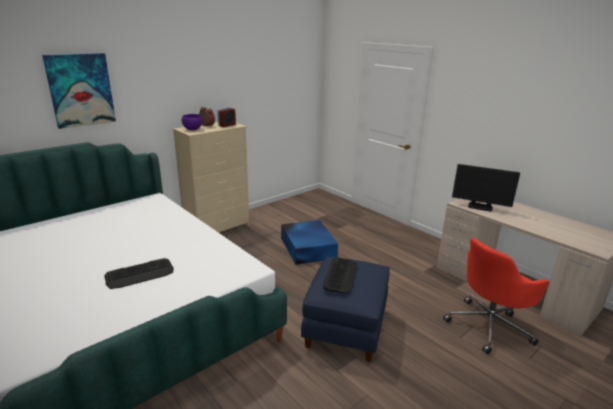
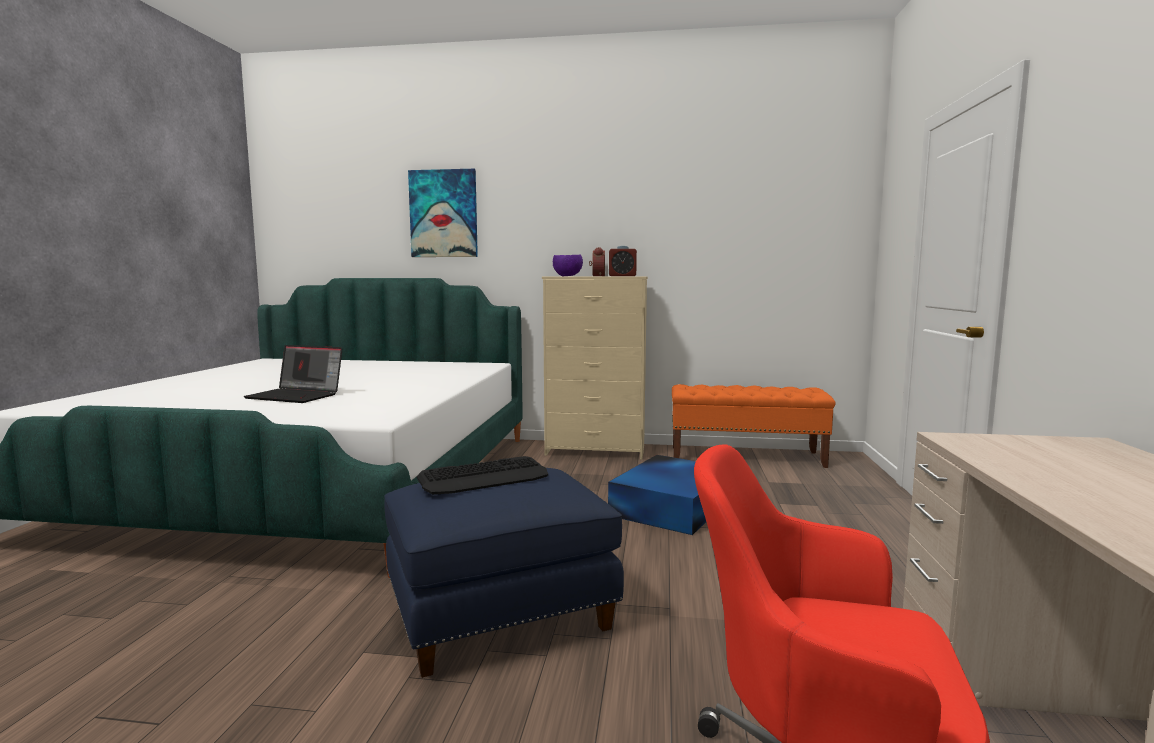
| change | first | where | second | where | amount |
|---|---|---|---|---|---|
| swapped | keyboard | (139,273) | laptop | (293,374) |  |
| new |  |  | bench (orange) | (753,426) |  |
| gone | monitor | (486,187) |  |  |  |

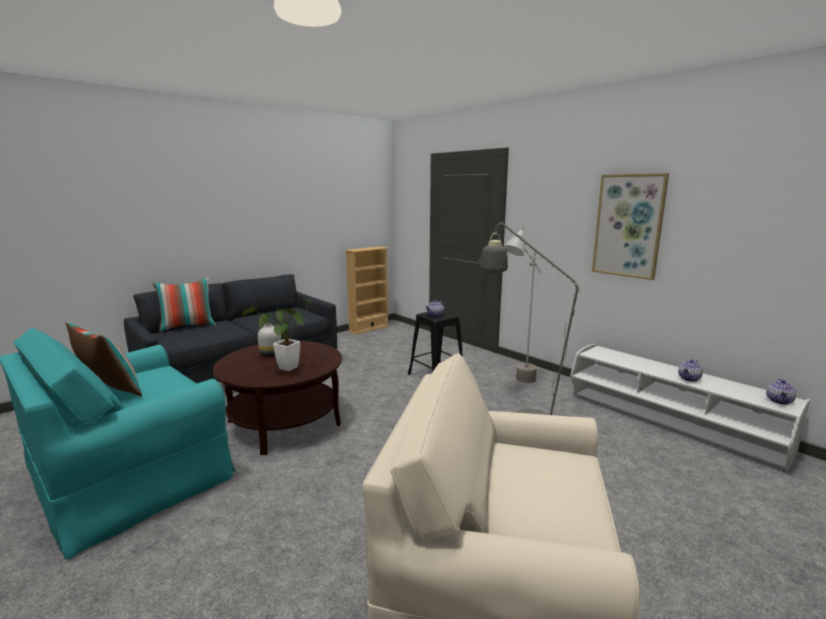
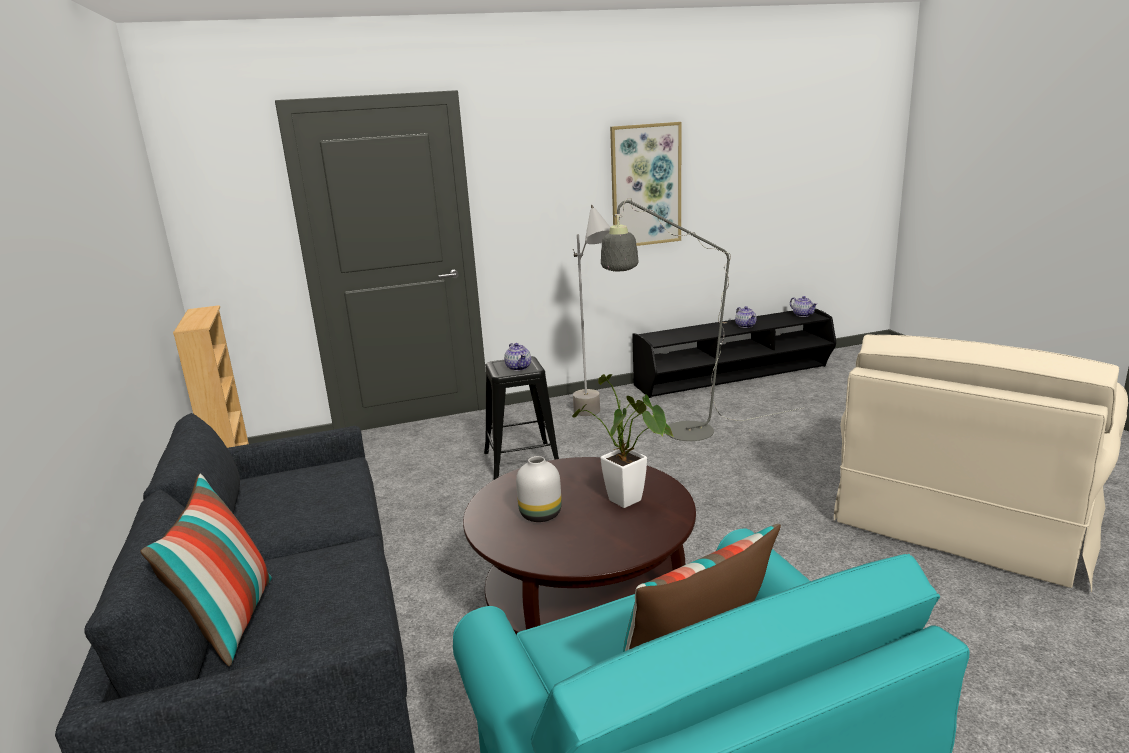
| change | first | where | second | where | amount |
|---|---|---|---|---|---|
| repainted | tv stand (white) | (690,407) | tv stand (black) | (734,353) |  |

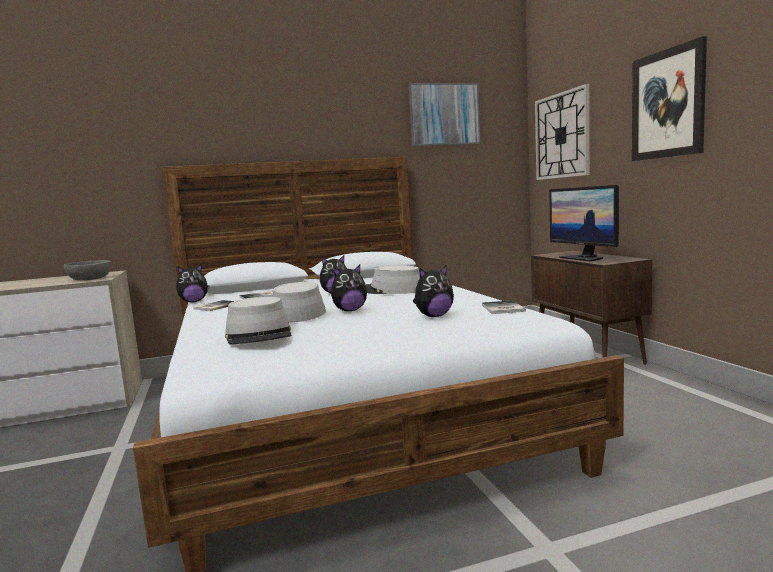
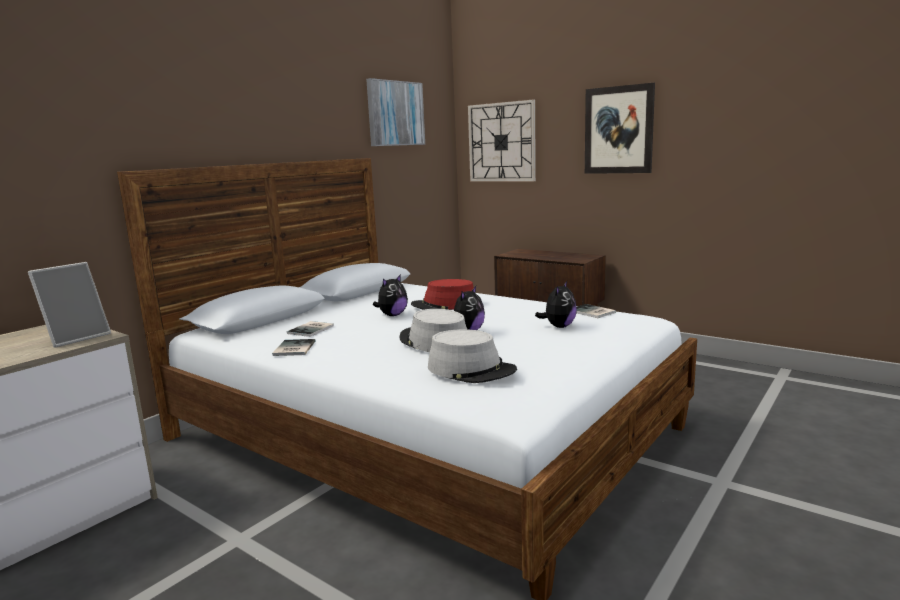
| change | first | where | second | where | amount |
|---|---|---|---|---|---|
| swapped | bowl (grey) | (87,270) | picture frame | (69,305) |  |
| repainted | hat (grey) | (392,279) | hat (red) | (442,294) |  |
| gone | plush toy | (192,283) |  |  |  |
| gone | monitor | (584,223) |  |  |  |

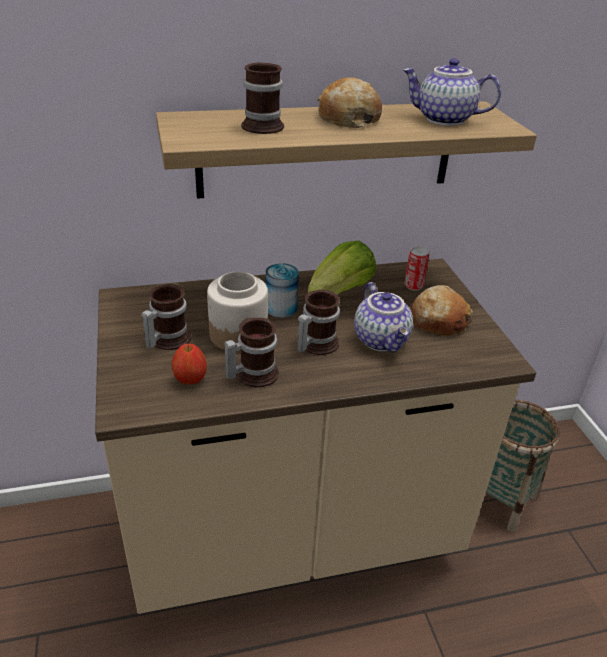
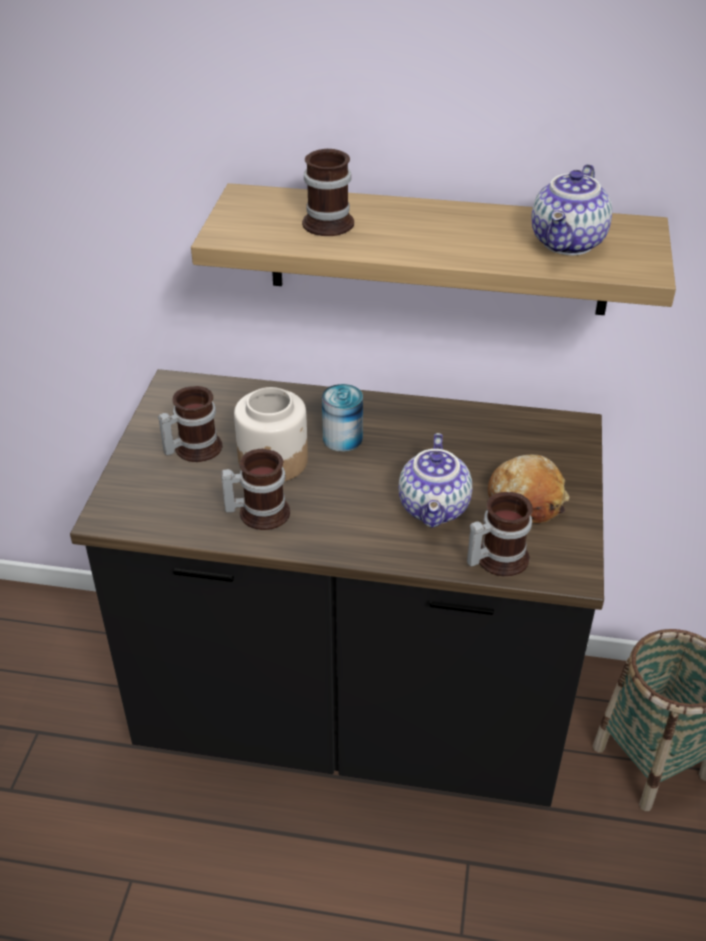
| change | first | where | second | where | amount |
|---|---|---|---|---|---|
| repainted | counter (beige) | (315,436) | counter (black) | (337,588) |  |
| shifted | mug | (318,322) |  | (500,534) |  |
| rotated | teapot | (452,92) |  | (571,209) | 105 degrees counterclockwise |
| gone | apple | (189,363) |  |  |  |
| gone | lettuce | (342,267) |  |  |  |
| gone | bread | (349,102) |  |  |  |
| gone | can | (417,269) |  |  |  |

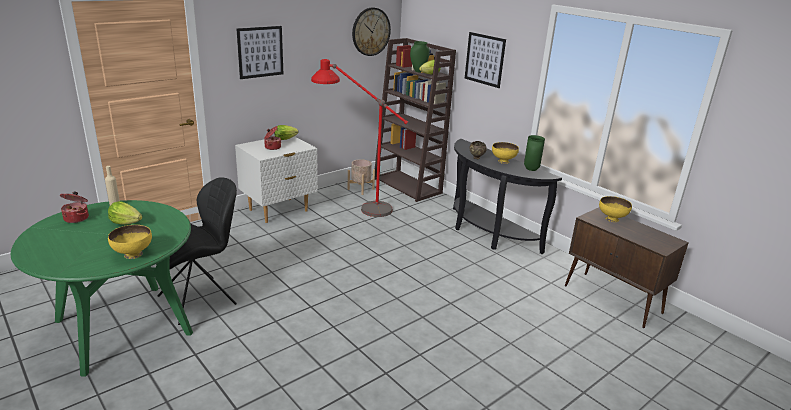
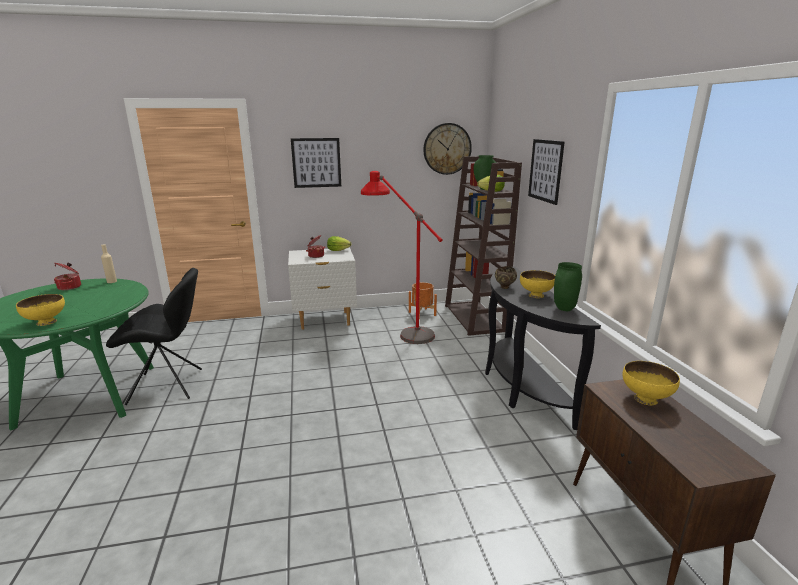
| change | first | where | second | where | amount |
|---|---|---|---|---|---|
| repainted | planter (beige) | (361,177) | planter (orange) | (423,300) |  |
| gone | lettuce | (125,213) |  |  |  |

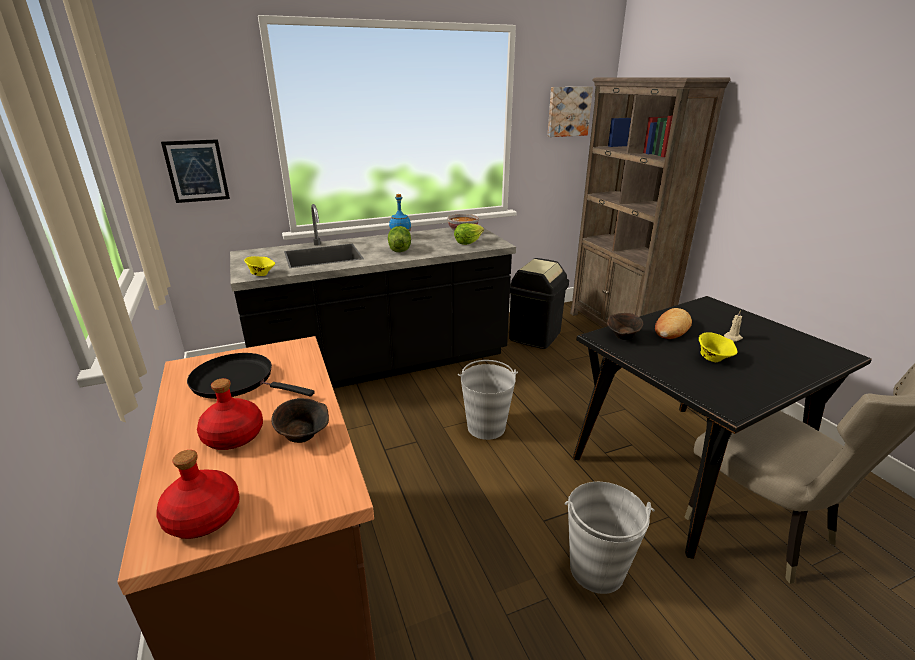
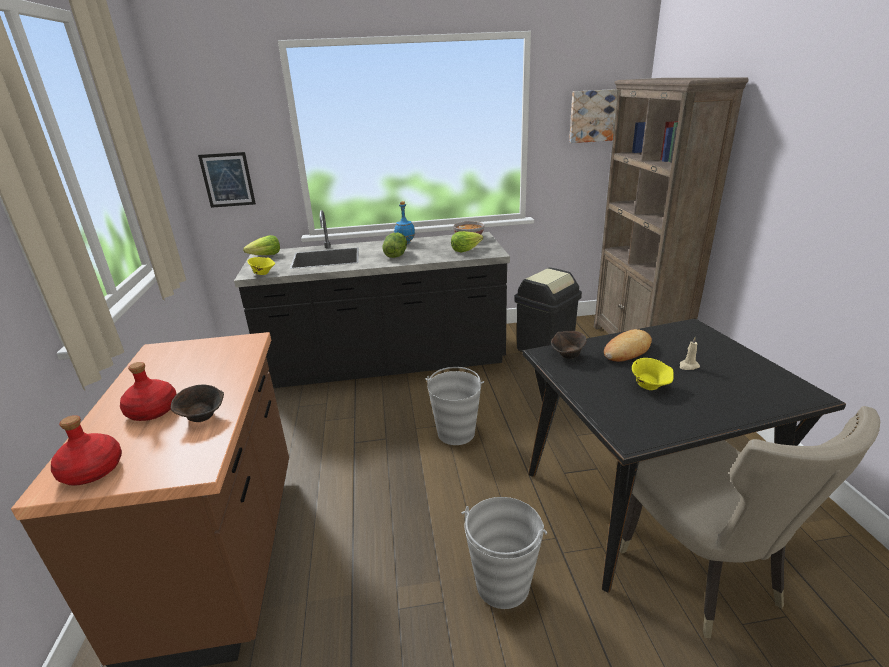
| change | first | where | second | where | amount |
|---|---|---|---|---|---|
| new |  |  | lettuce | (261,245) |  |
| gone | frying pan (black) | (251,376) |  |  |  |

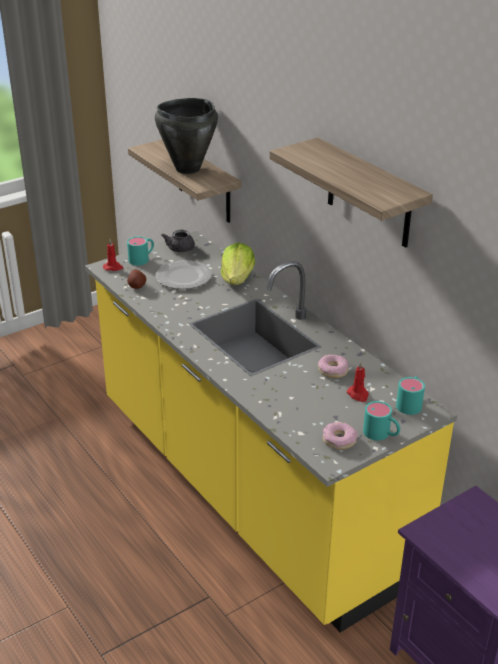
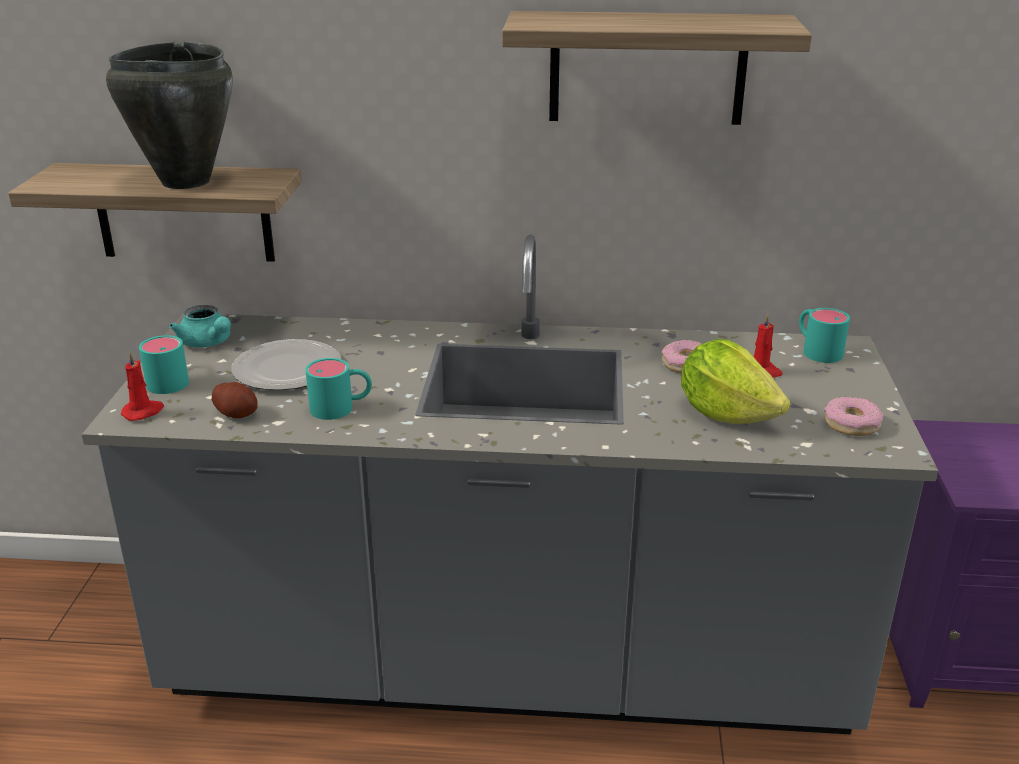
| change | first | where | second | where | amount |
|---|---|---|---|---|---|
| repainted | counter (yellow) | (271,432) | counter (grey) | (510,485) |  |
| repainted | teapot (grey) | (178,241) | teapot (turquoise) | (200,326) |  |
| shifted | mug (turquoise) | (381,420) |  | (338,389) |  |
| shifted | lettuce | (238,264) |  | (735,381) |  |

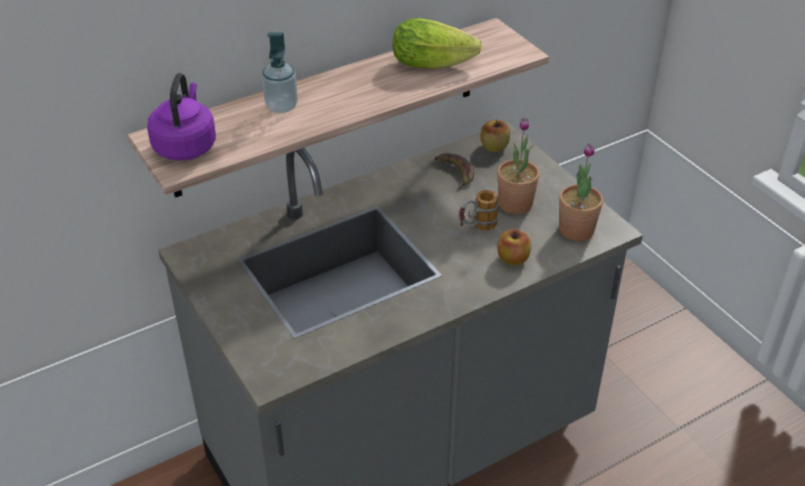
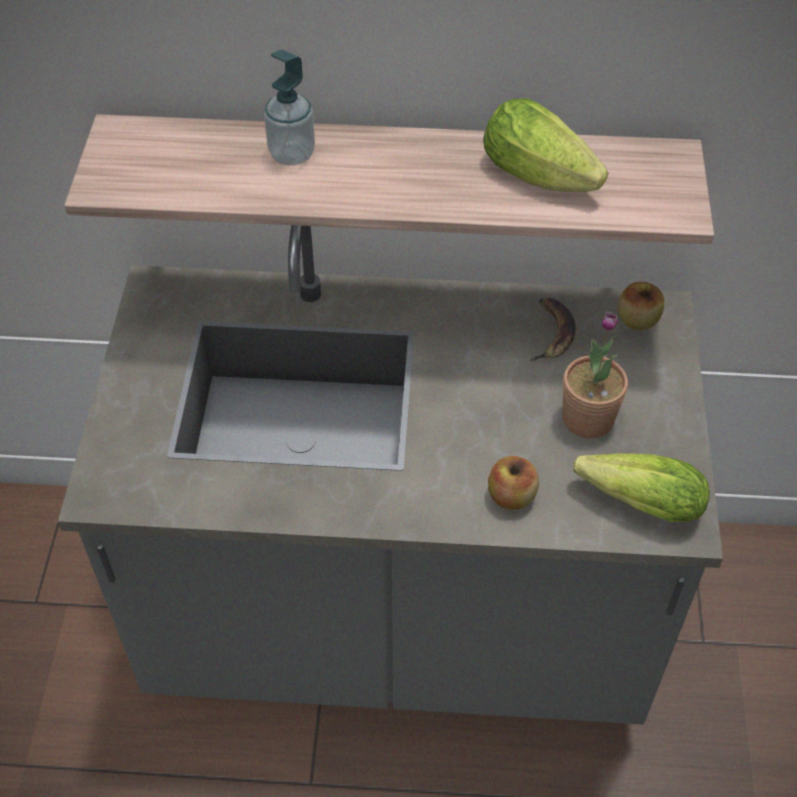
| change | first | where | second | where | amount |
|---|---|---|---|---|---|
| swapped | potted plant | (581,192) | lettuce | (641,487) |  |
| gone | kettle (purple) | (181,117) |  |  |  |
| gone | mug | (479,210) |  |  |  |

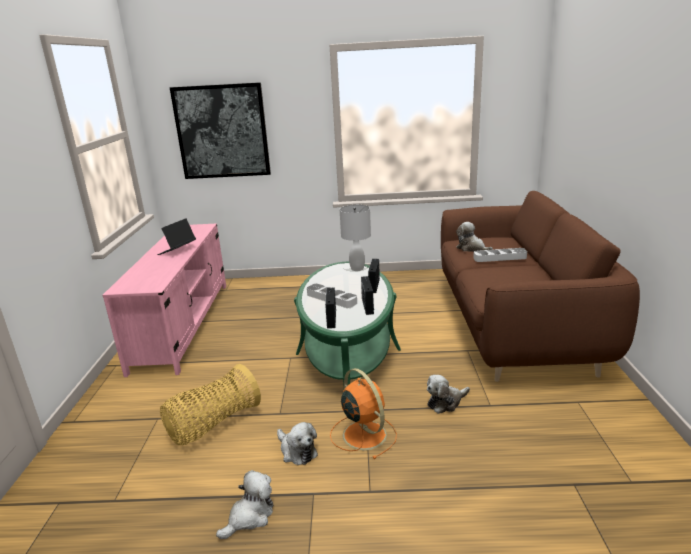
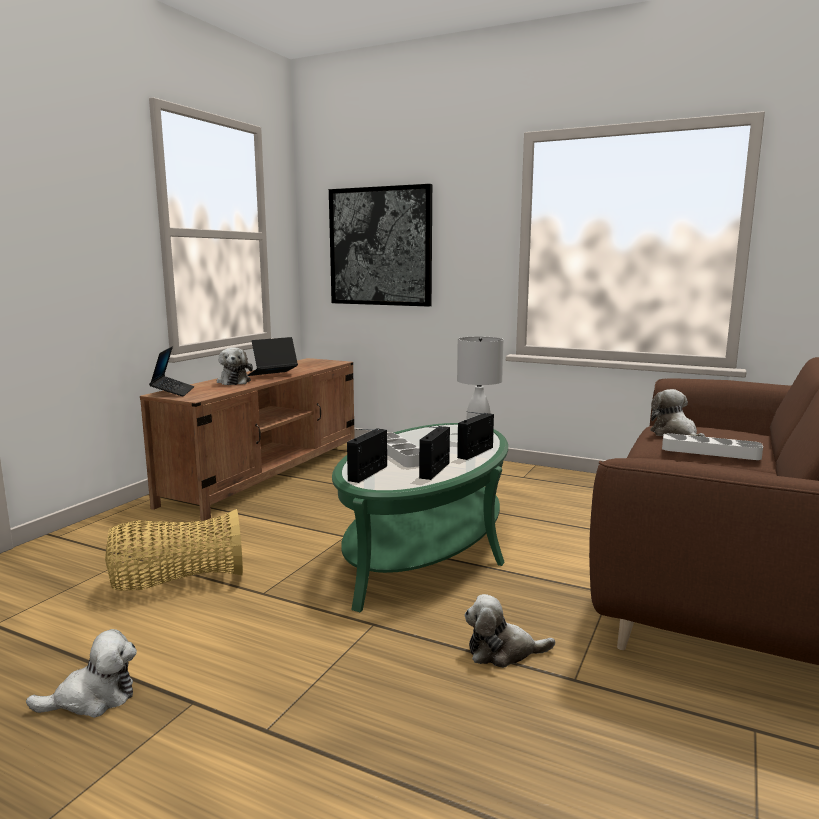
| change | first | where | second | where | amount |
|---|---|---|---|---|---|
| repainted | tv stand (pink) | (164,300) | tv stand (brown) | (247,439) |  |
| new |  |  | laptop | (171,371) |  |
| shifted | plush toy | (297,443) |  | (235,366) |  |
| gone | fan (orange) | (363,413) |  |  |  |

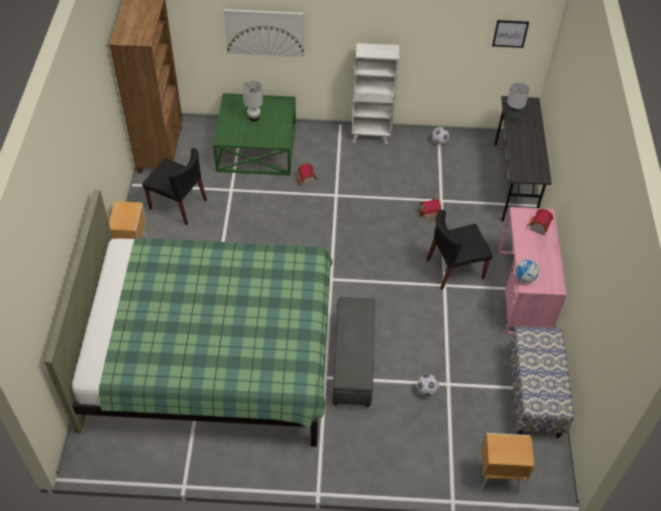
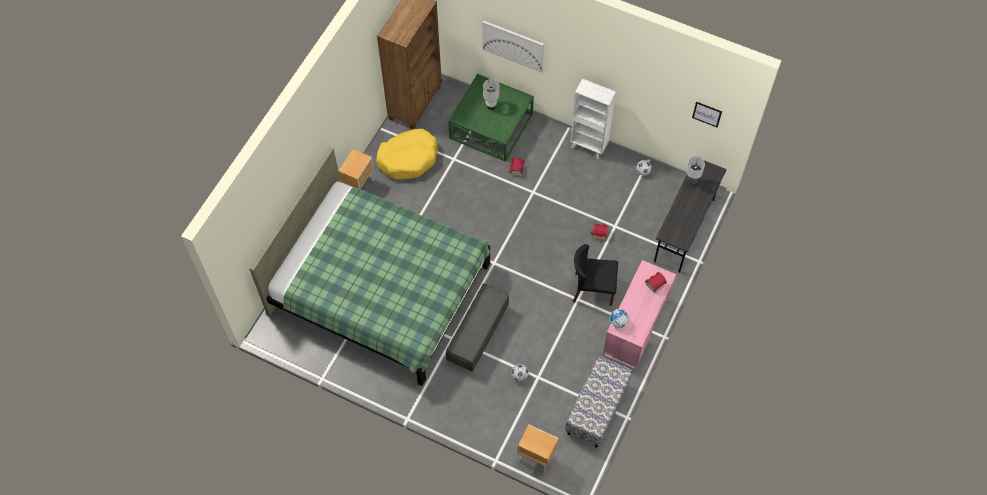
| change | first | where | second | where | amount |
|---|---|---|---|---|---|
| swapped | chair (black) | (174,186) | dog bed (yellow) | (407,154) |  |

